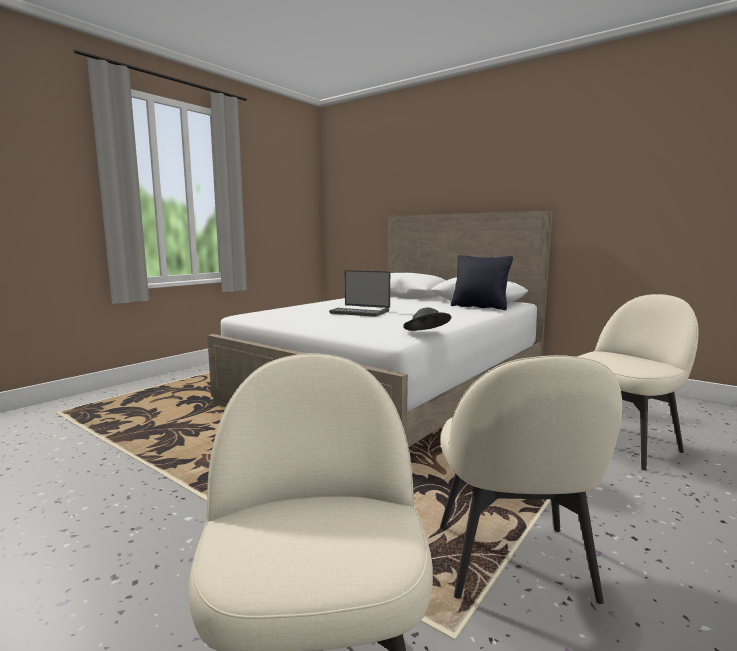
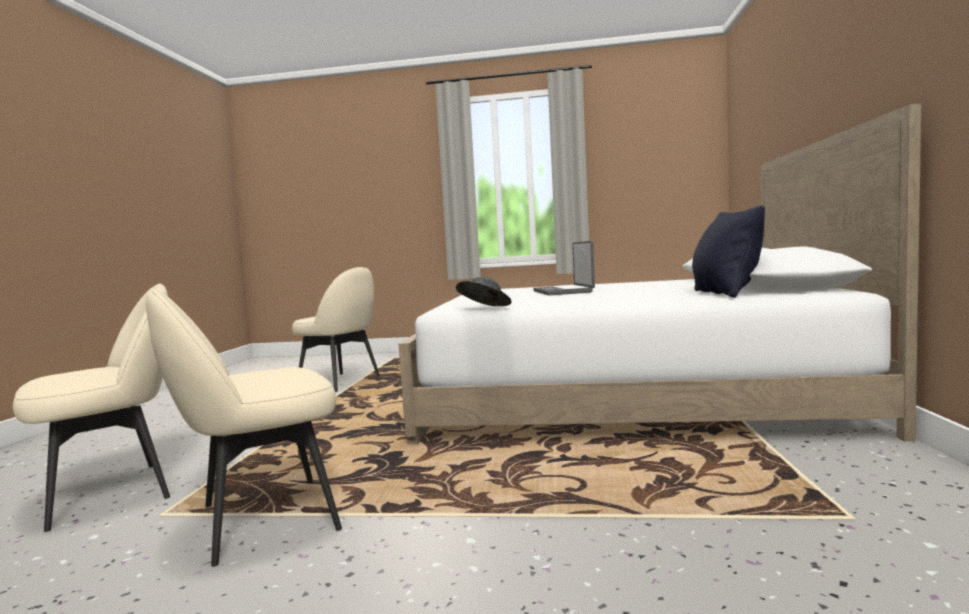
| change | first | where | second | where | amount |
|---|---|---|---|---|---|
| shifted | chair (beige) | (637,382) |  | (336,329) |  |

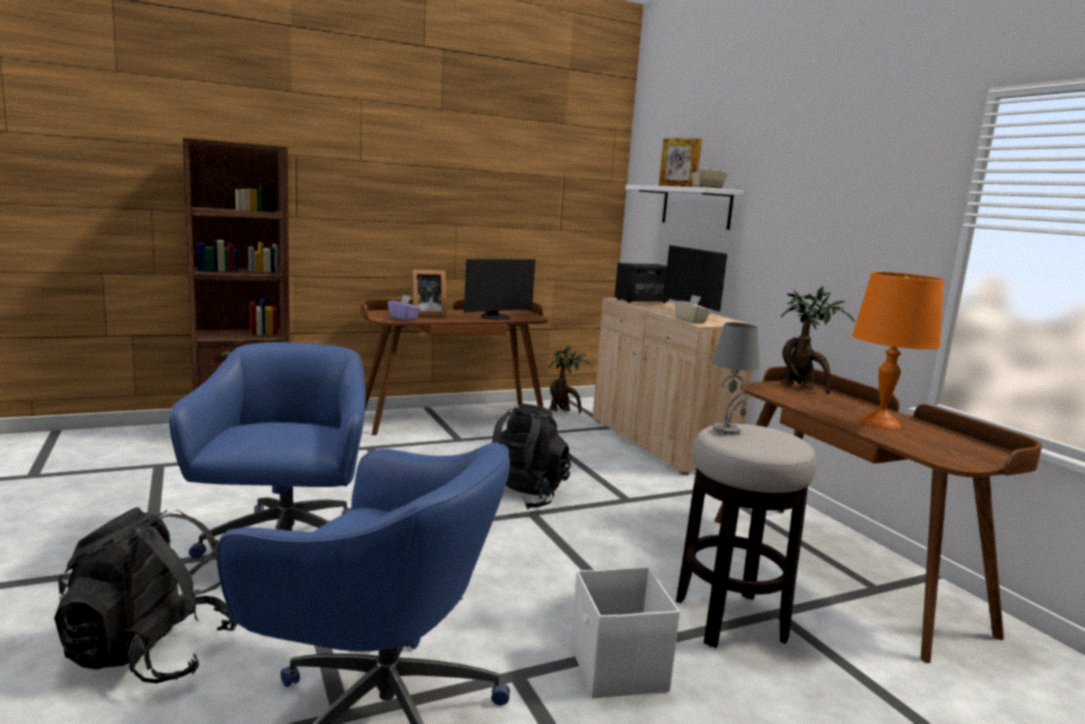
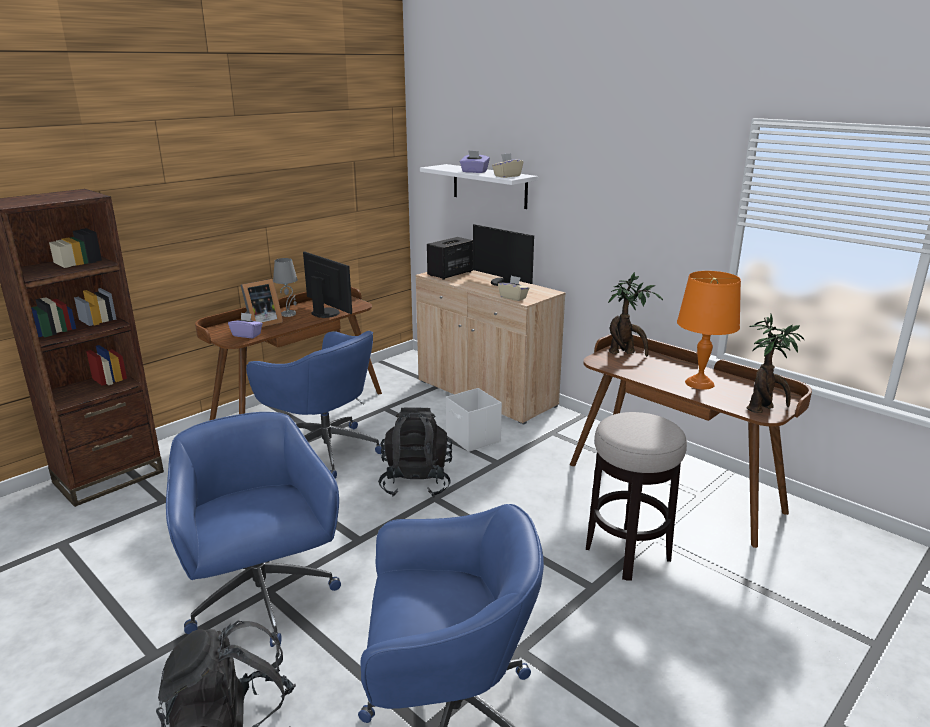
| change | first | where | second | where | amount |
|---|---|---|---|---|---|
| new |  |  | office chair (blue) | (315,405) |  |
| shifted | table lamp (grey) | (736,378) |  | (285,287) |  |
| rotated | monitor | (499,289) |  | (327,284) | 75 degrees counterclockwise |
| shifted | storage box (white) | (625,632) |  | (474,420) |  |
| swapped | picture frame | (680,162) | tissue box (purple) | (475,161) |  |
| shifted | potted plant | (570,378) |  | (775,363) |  |

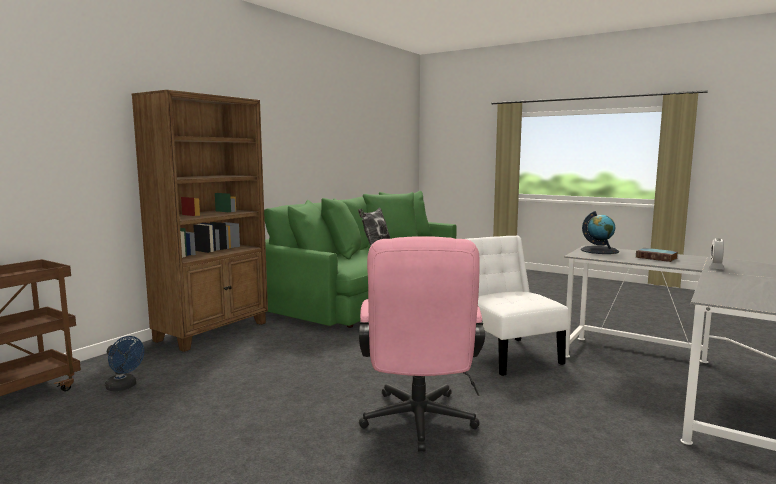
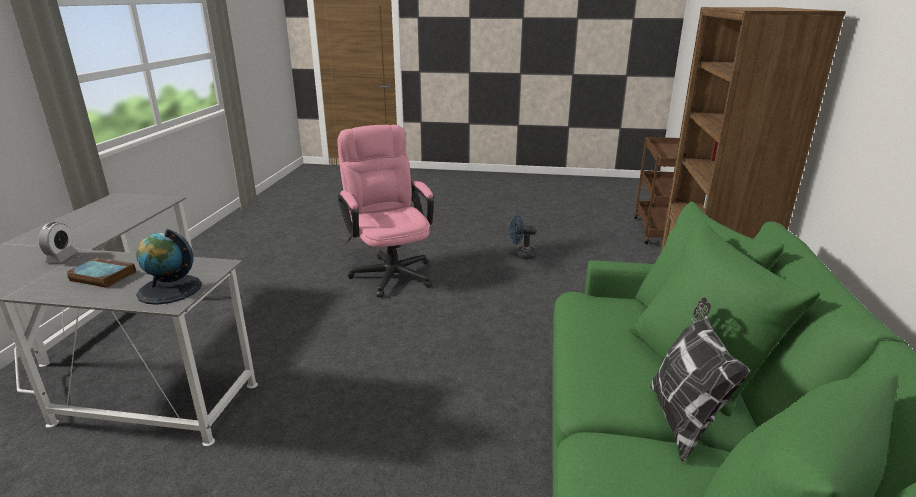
| change | first | where | second | where | amount |
|---|---|---|---|---|---|
| shifted | fan (blue) | (124,364) |  | (523,237) |  |
| gone | chair (white) | (518,306) |  |  |  |

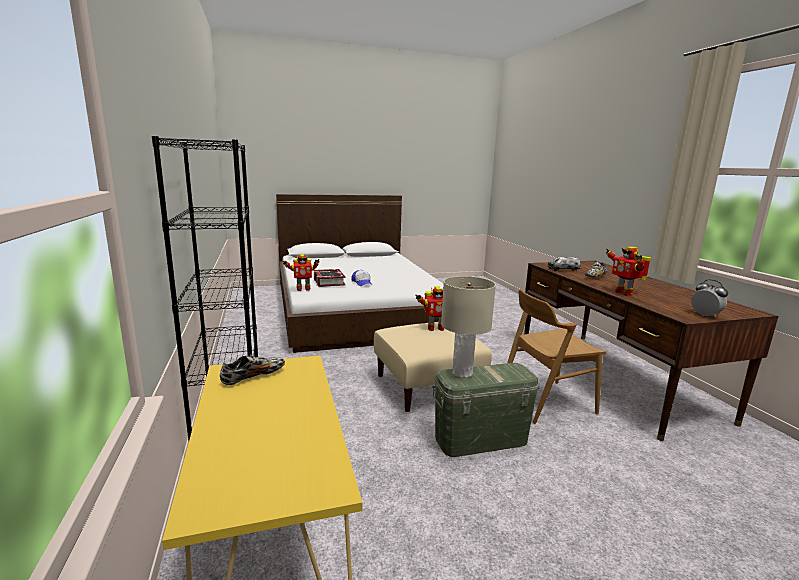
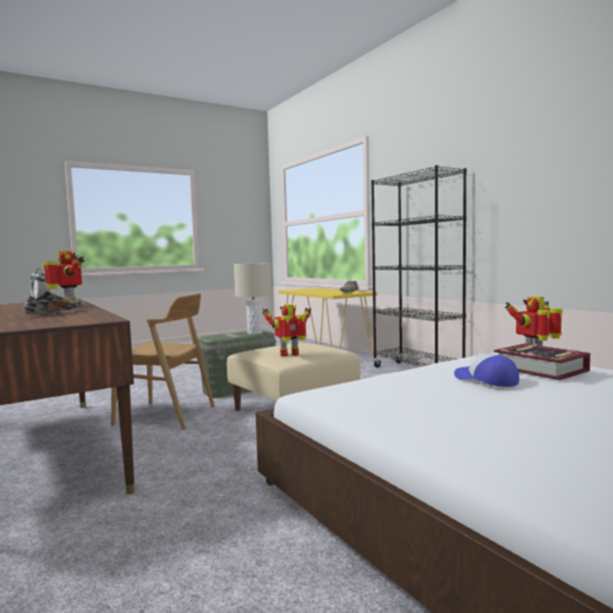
| change | first | where | second | where | amount |
|---|---|---|---|---|---|
| rotated | chair (brown) | (556,356) |  | (163,361) | 45 degrees clockwise |
| gone | toy truck | (564,264) |  |  |  |

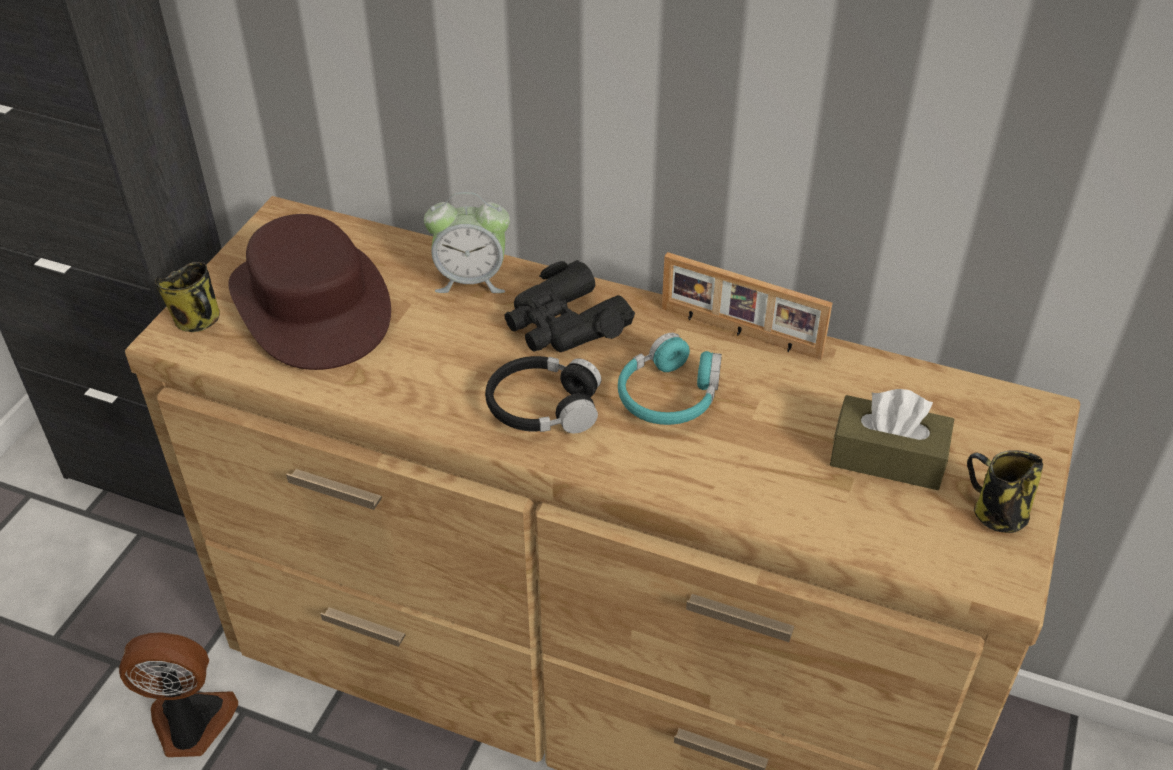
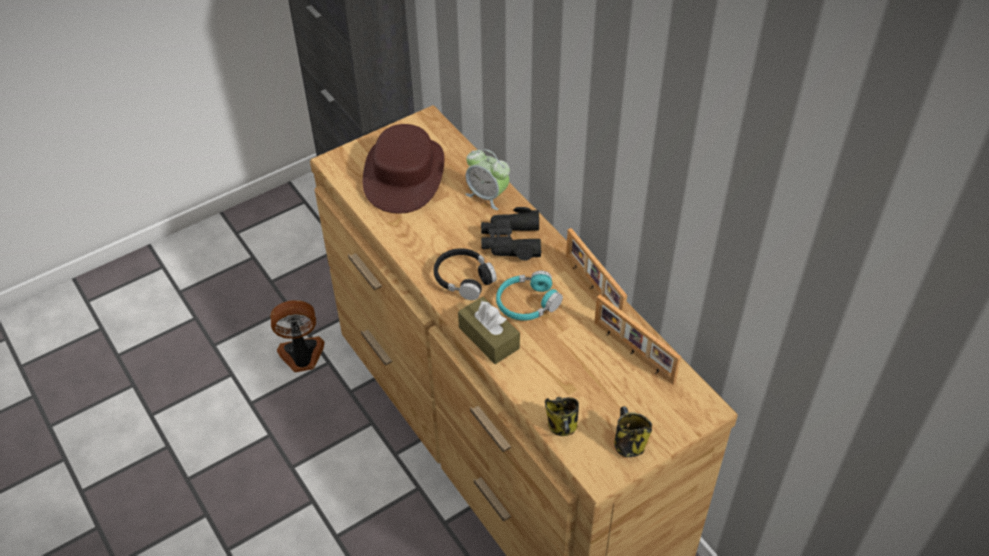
| change | first | where | second | where | amount |
|---|---|---|---|---|---|
| rotated | fan | (178,694) |  | (297,336) | 45 degrees counterclockwise |
| shifted | tissue box (brown) | (892,439) |  | (489,330) |  |
| shifted | mug | (187,297) |  | (562,416) |  |
| new |  |  | picture frame | (637,339) |  |

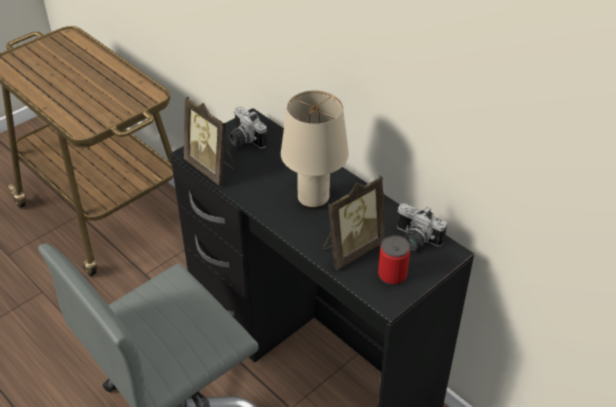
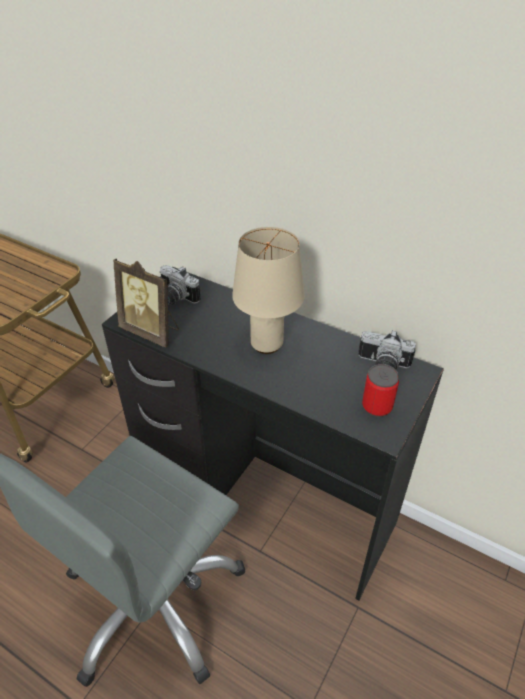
| change | first | where | second | where | amount |
|---|---|---|---|---|---|
| gone | picture frame | (354,222) |  |  |  |

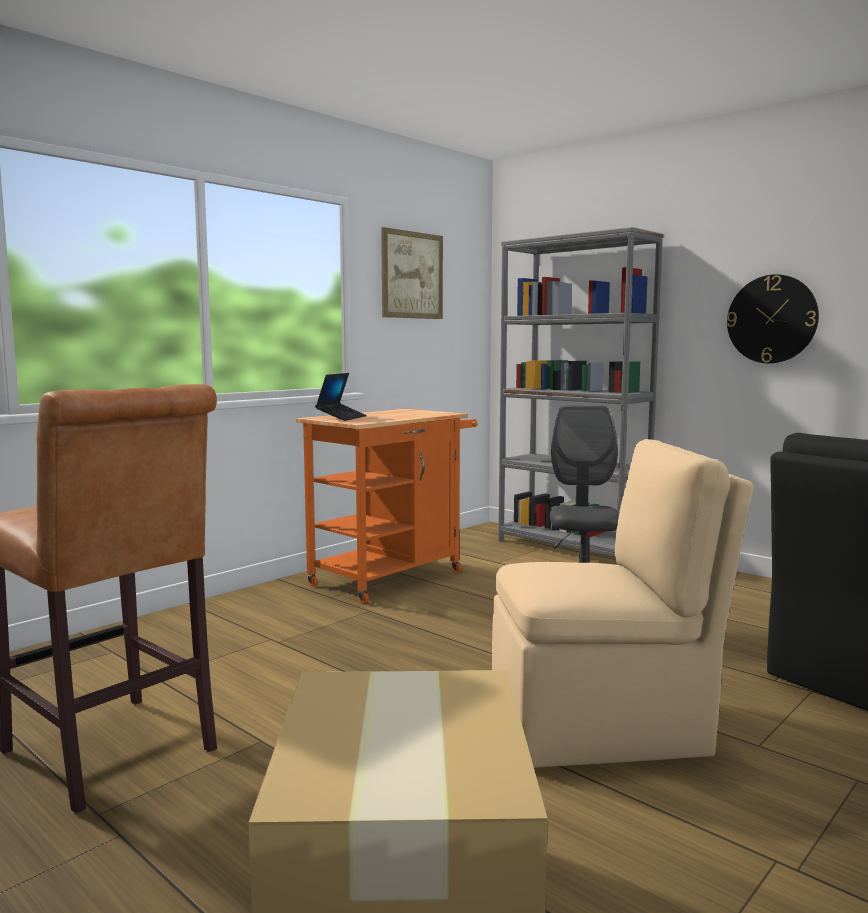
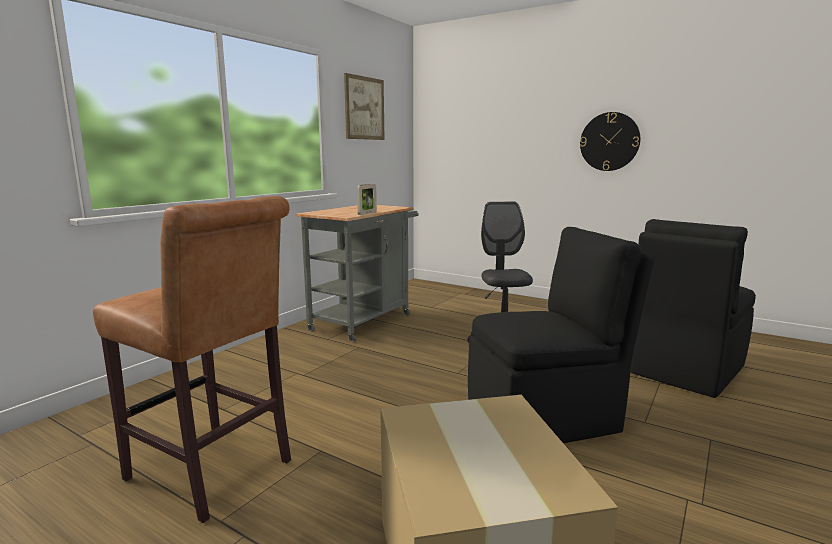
| change | first | where | second | where | amount |
|---|---|---|---|---|---|
| repainted | cart (orange) | (387,506) | cart (grey) | (357,273) |  |
| new |  |  | picture frame | (367,199) |  |
| repainted | chair (beige) | (622,603) | chair (black) | (561,335) |  |
| gone | laptop | (341,397) |  |  |  |
| gone | bookcase (grey) | (581,396) |  |  |  |

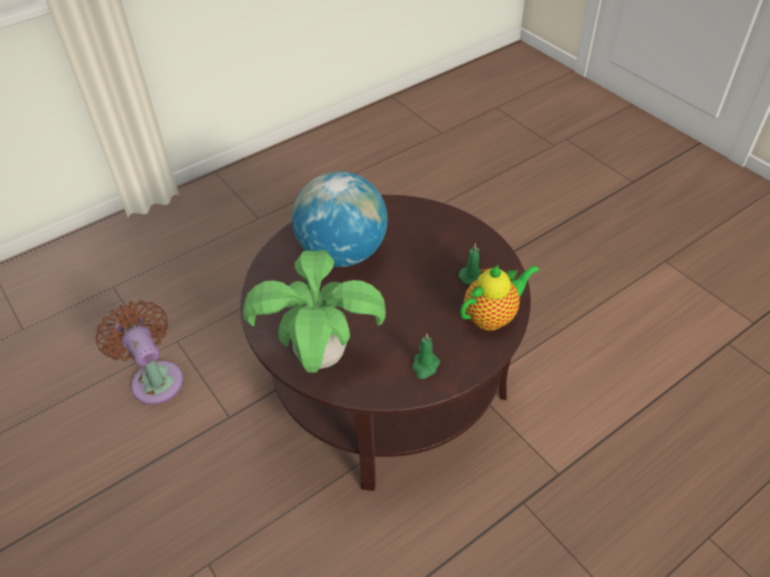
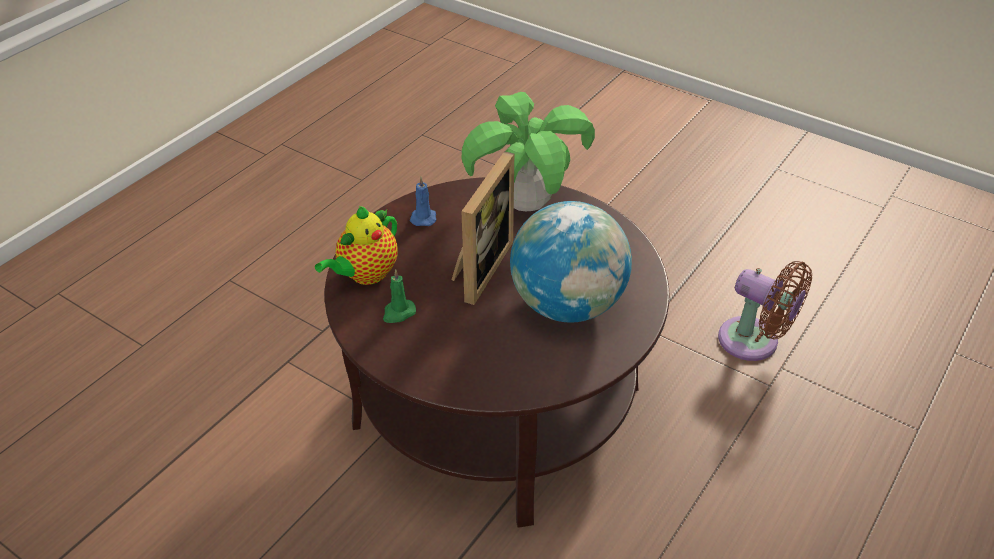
| change | first | where | second | where | amount |
|---|---|---|---|---|---|
| repainted | candle (green) | (426,356) | candle (blue) | (423,201) |  |
| new |  |  | picture frame | (482,228) |  |

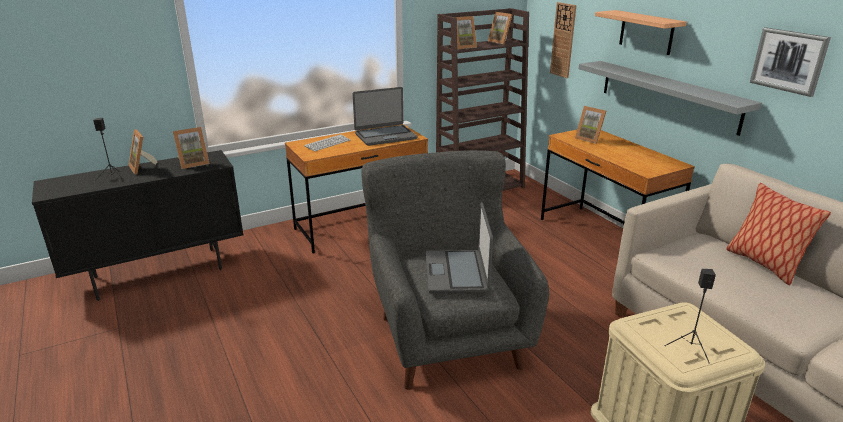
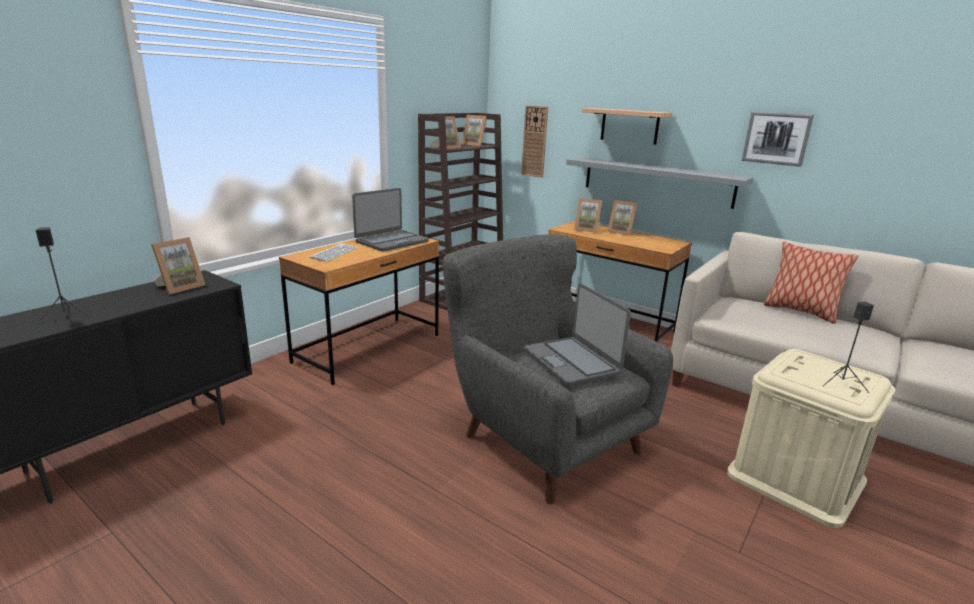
| change | first | where | second | where | amount |
|---|---|---|---|---|---|
| shifted | picture frame | (143,151) |  | (622,217) |  |

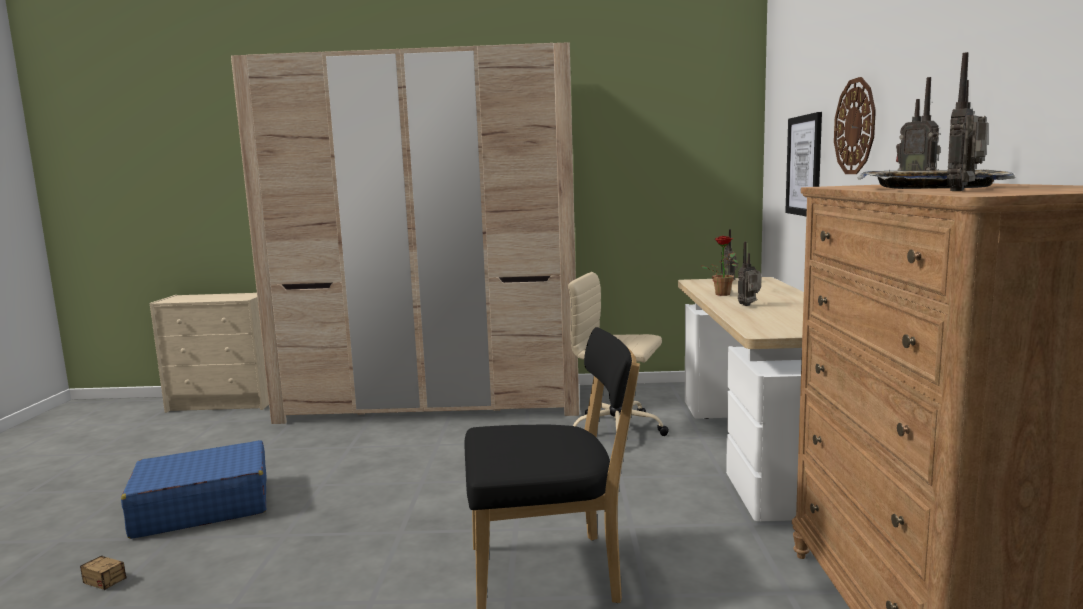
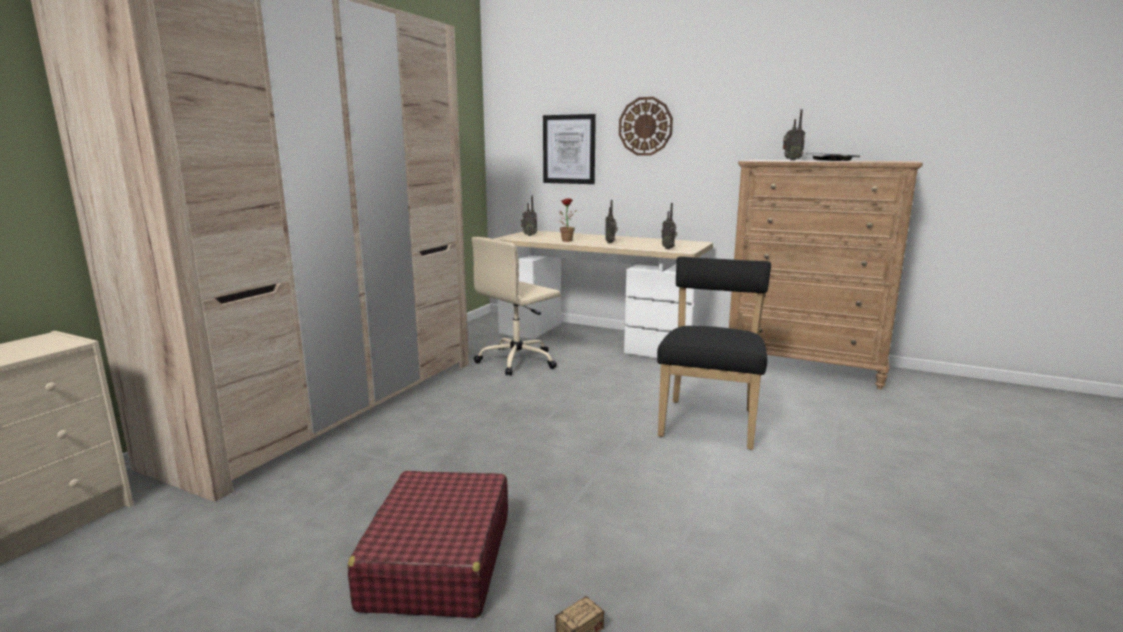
| change | first | where | second | where | amount |
|---|---|---|---|---|---|
| repainted | suitcase (blue) | (193,489) | suitcase (red) | (428,544) |  |
| shifted | radio | (967,121) |  | (669,226) |  |

